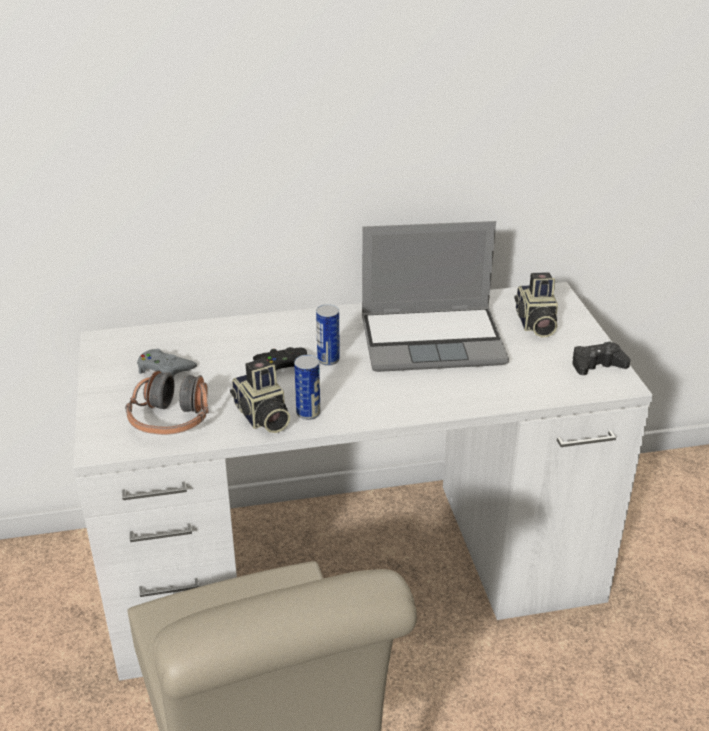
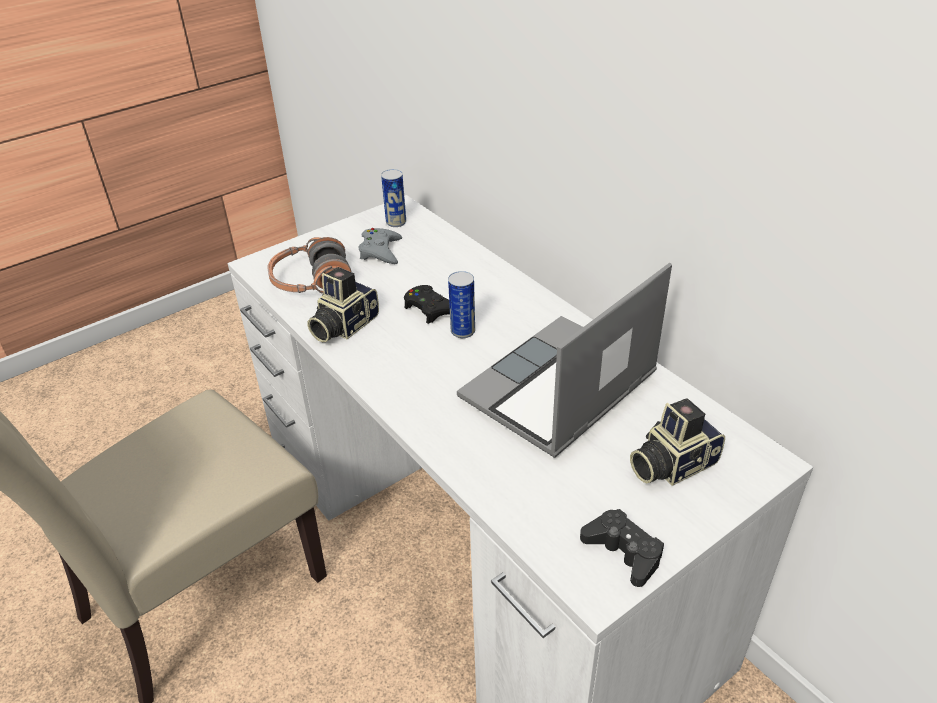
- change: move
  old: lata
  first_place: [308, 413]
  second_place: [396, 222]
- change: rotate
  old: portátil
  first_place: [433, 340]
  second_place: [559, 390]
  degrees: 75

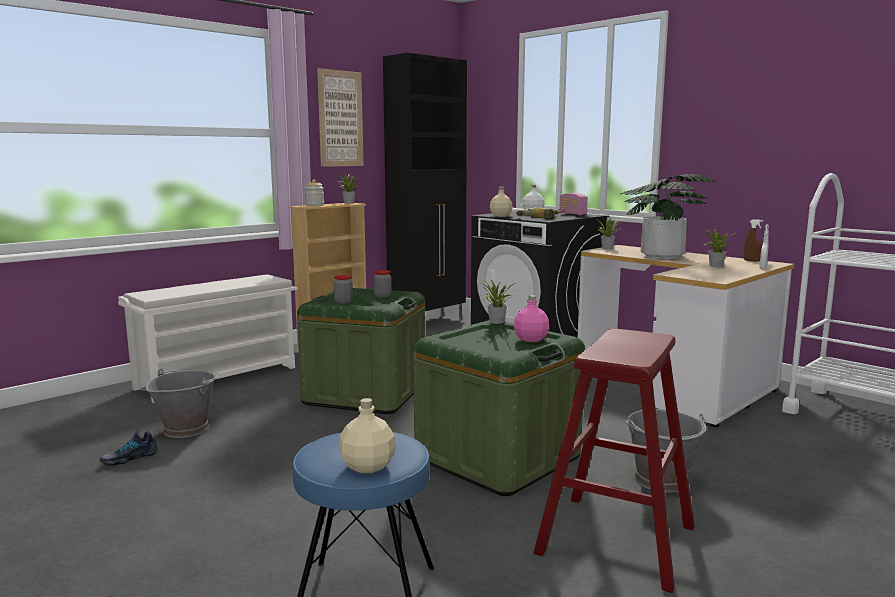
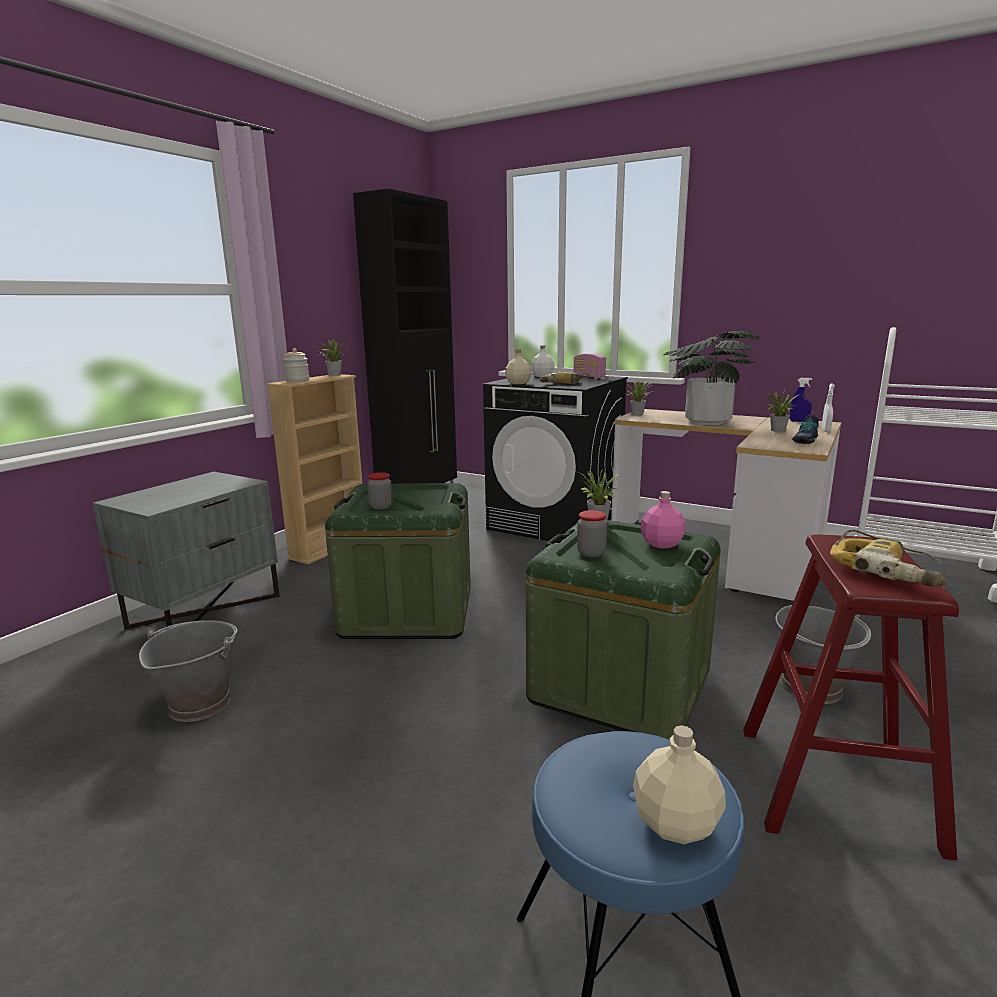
- change: move
  old: zapato
  first_place: [129, 458]
  second_place: [805, 440]
- change: replace
  old: zapatero [blanco]
  new: mesita de noche [gris]
  first_place: [218, 377]
  second_place: [205, 611]
- change: delete
  old: cuadro
  first_place: [340, 119]
- change: move
  old: tarro
  first_place: [382, 296]
  second_place: [591, 553]
- change: recolor
  old: pulverizador [marrón]
  new: pulverizador [azul]
  first_place: [752, 261]
  second_place: [799, 421]
- change: insert
  new: taladro
  second_place: [886, 569]

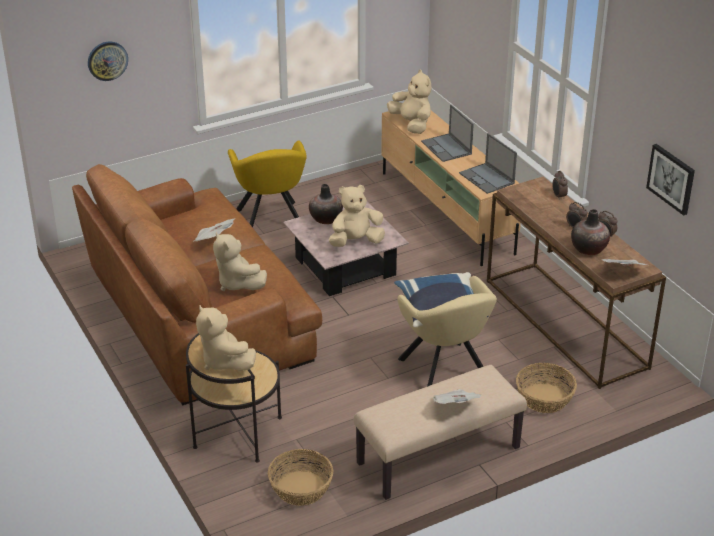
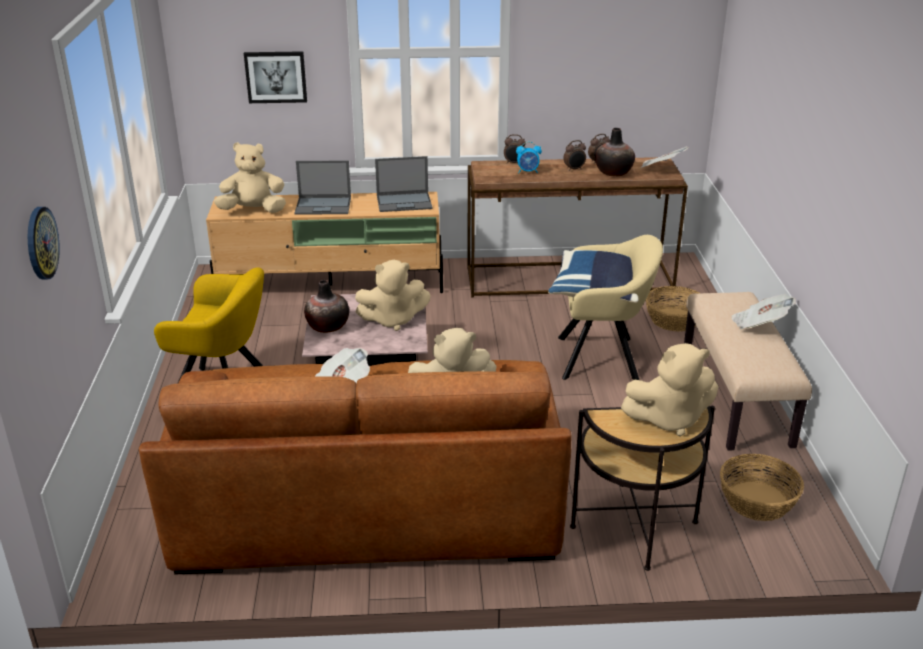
- change: rotate
  old: peluche [beis]
  first_place: [356, 242]
  second_place: [393, 320]
  degrees: -105
- change: move
  old: cuadro
  first_place: [671, 178]
  second_place: [276, 76]
- change: insert
  new: despertador
  second_place: [528, 172]

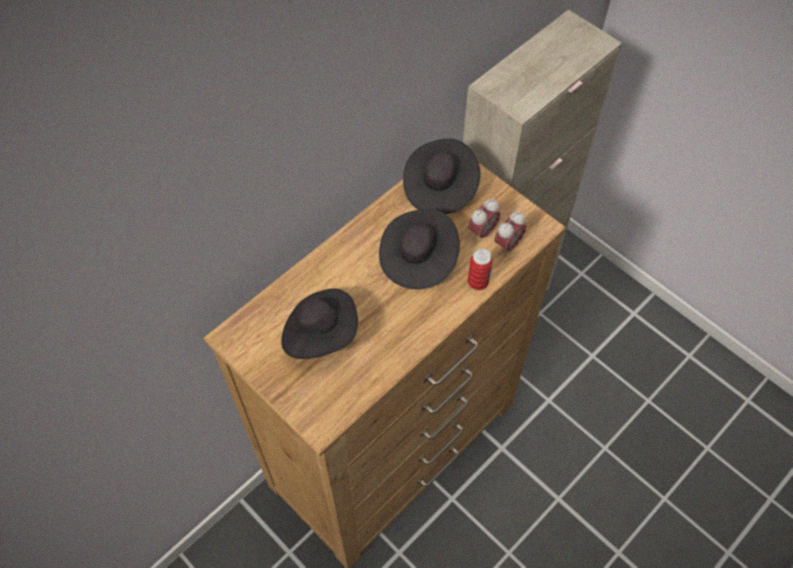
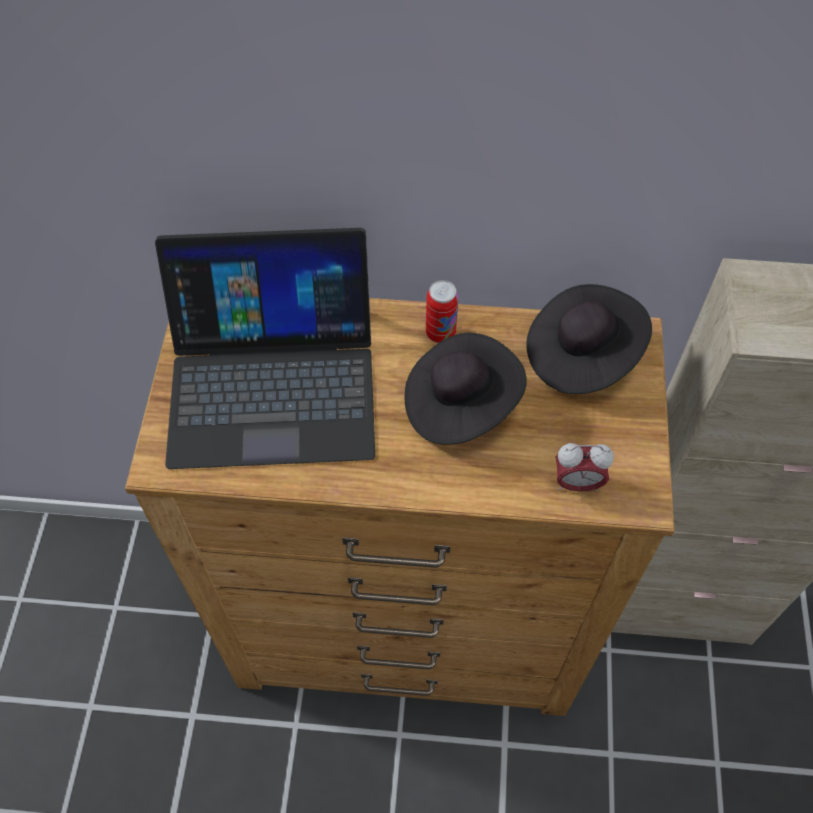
- change: replace
  old: sombrero [negro]
  new: portátil
  first_place: [320, 334]
  second_place: [273, 381]
- change: delete
  old: despertador
  first_place: [482, 232]
- change: move
  old: lata
  first_place: [478, 282]
  second_place: [440, 333]

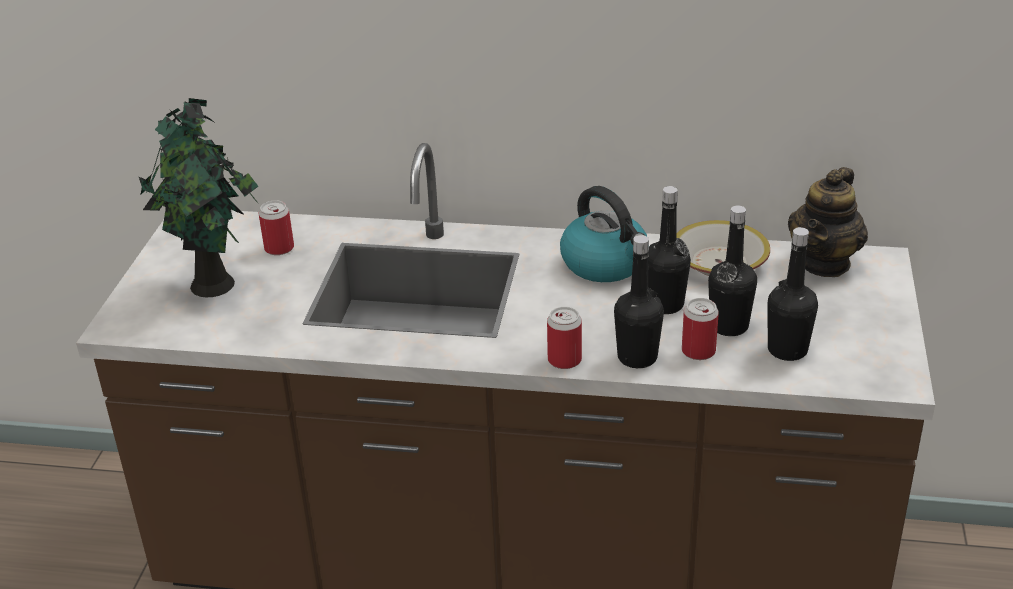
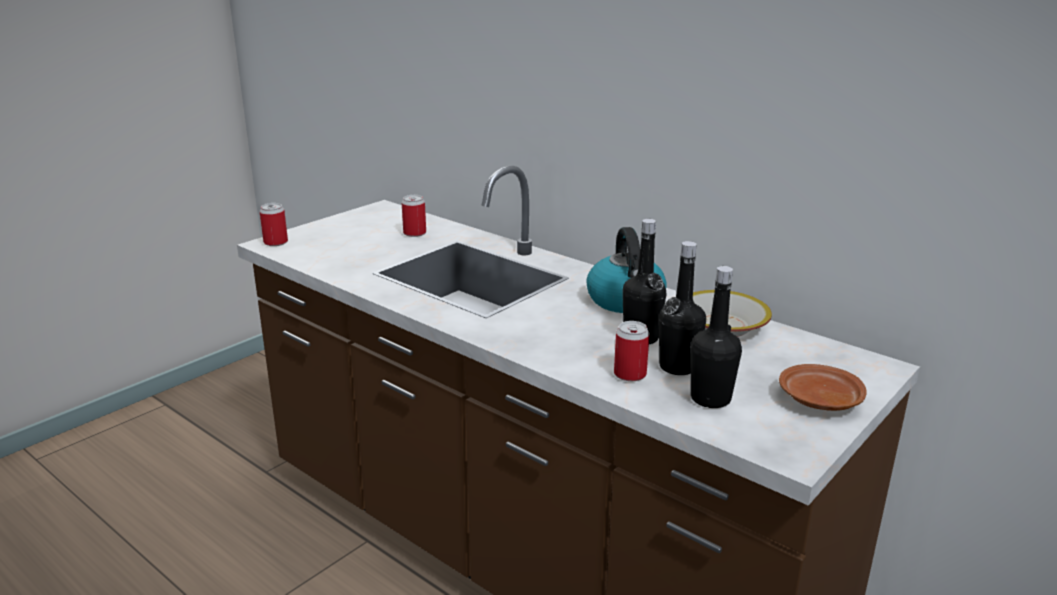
- change: delete
  old: planta en maceta
  first_place: [216, 286]
- change: move
  old: lata
  first_place: [564, 360]
  second_place: [276, 242]
- change: delete
  old: botella [negro]
  first_place: [637, 357]
- change: delete
  old: tetera
  first_place: [824, 262]
- change: insert
  new: plato [marrón]
  second_place: [819, 400]

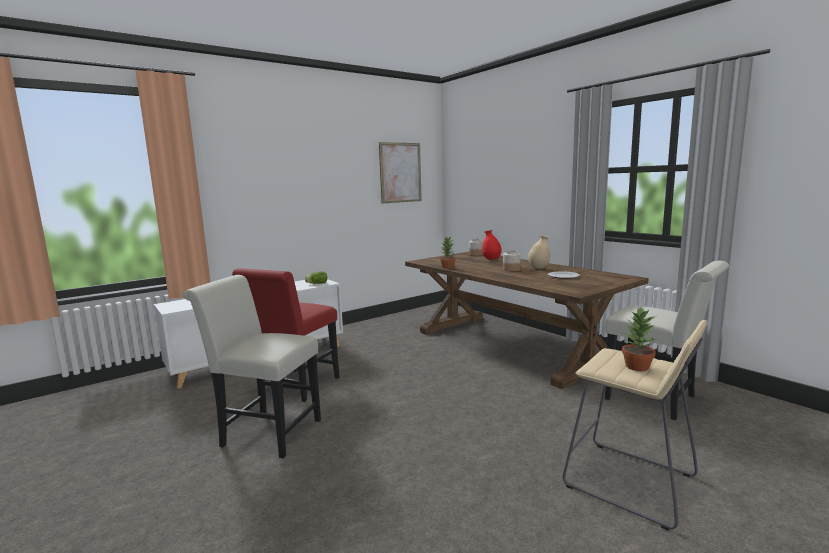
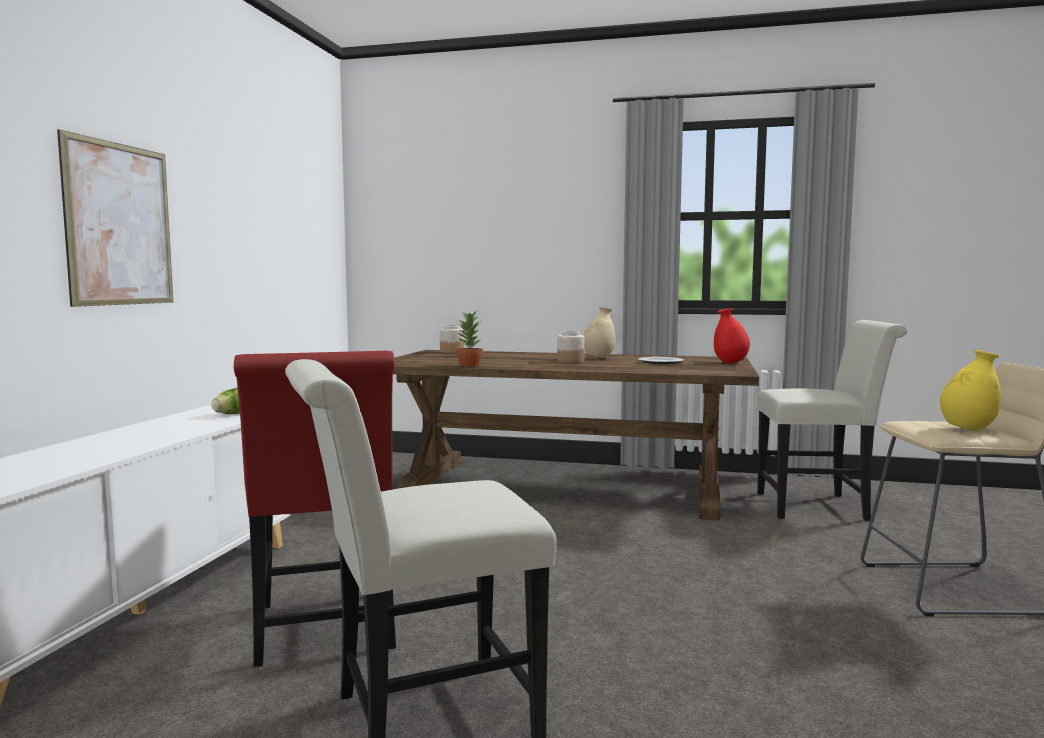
- change: move
  old: cuadro
  first_place: [400, 172]
  second_place: [120, 224]
- change: move
  old: florero [rojo]
  first_place: [491, 259]
  second_place: [730, 362]
- change: replace
  old: planta en maceta
  new: florero [amarillo]
  first_place: [637, 367]
  second_place: [968, 429]

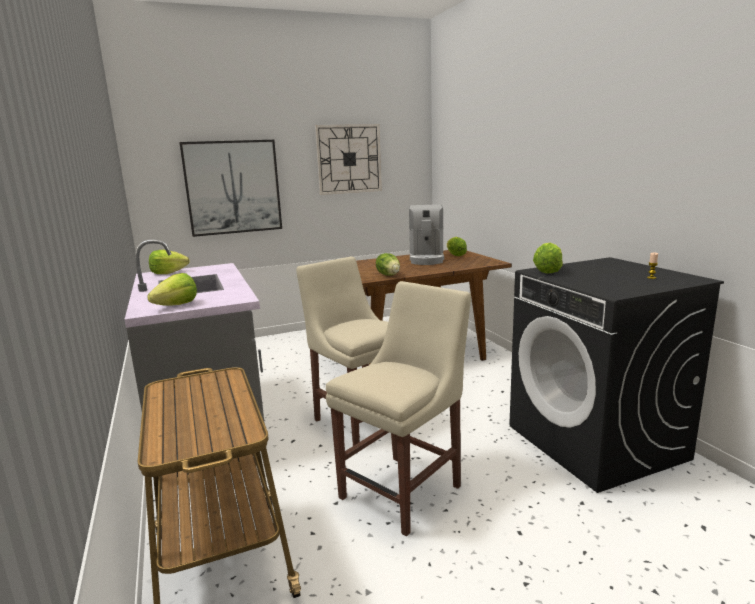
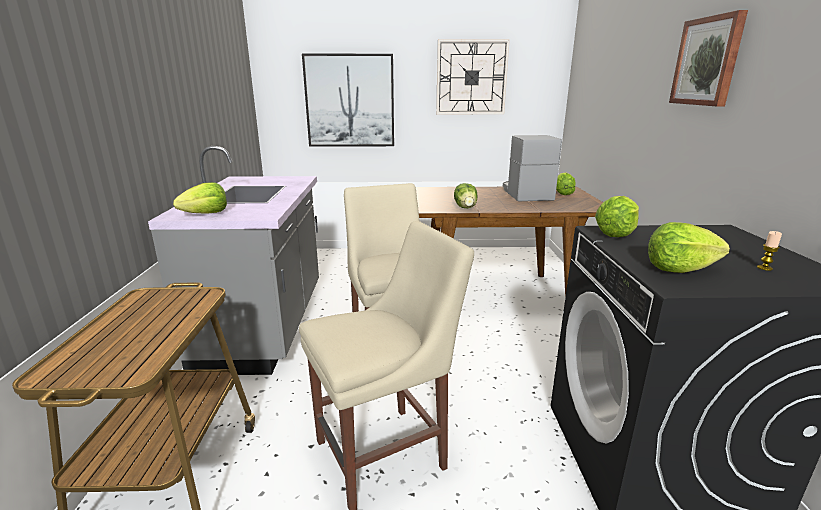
- change: move
  old: lechuga
  first_place: [168, 273]
  second_place: [679, 269]
- change: rotate
  old: cafetera
  first_place: [426, 259]
  second_place: [526, 194]
  degrees: 150
- change: insert
  new: cuadro
  second_place: [707, 61]

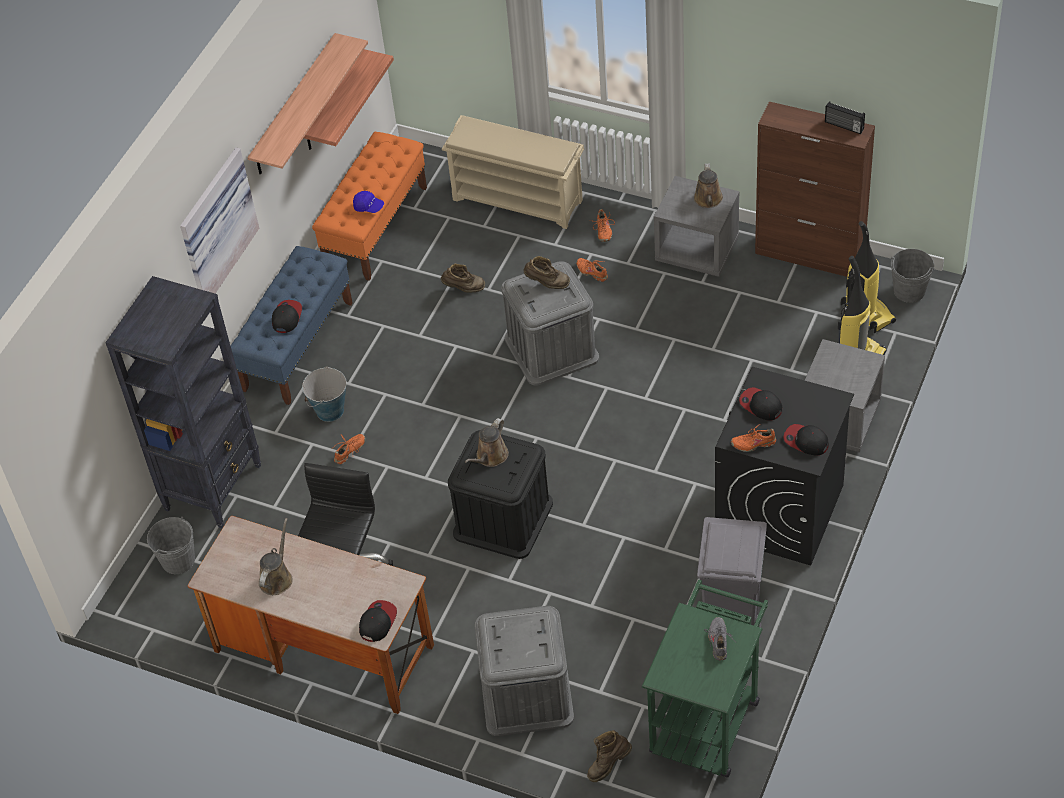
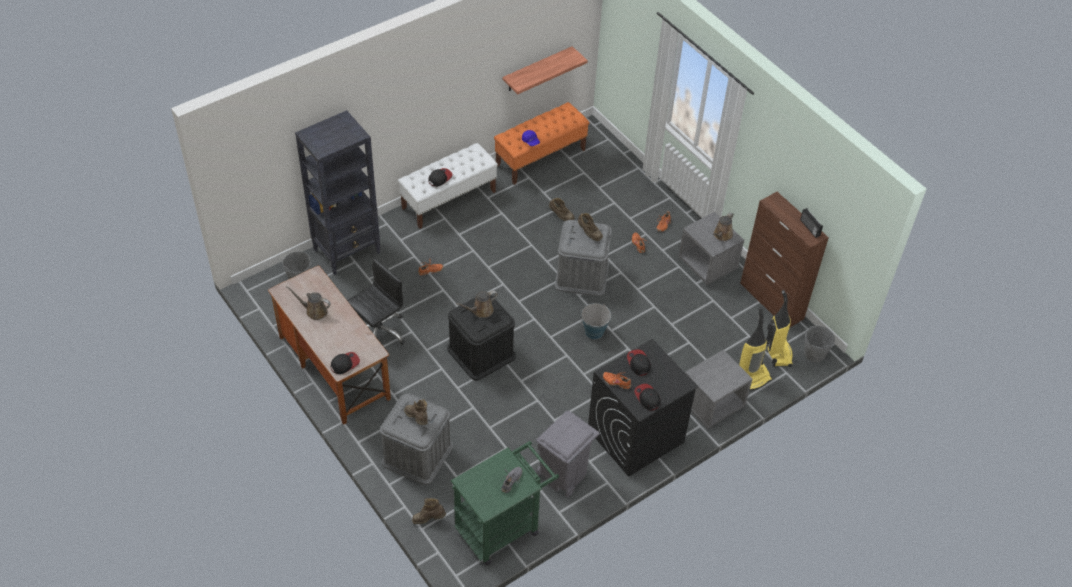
- change: delete
  old: cuadro
  first_place: [215, 225]
- change: recolor
  old: banco [azul]
  new: banco [blanco]
  first_place: [298, 346]
  second_place: [449, 200]
- change: delete
  old: estante
  first_place: [294, 106]
- change: rotate
  old: regadera [marrón]
  first_place: [277, 578]
  second_place: [314, 311]
  degrees: -120
- change: move
  old: cubo
  first_place: [330, 411]
  second_place: [594, 332]
- change: delete
  old: zapatero [beis]
  first_place: [519, 200]
- change: insert
  new: bota [marrón]
  second_place: [417, 419]

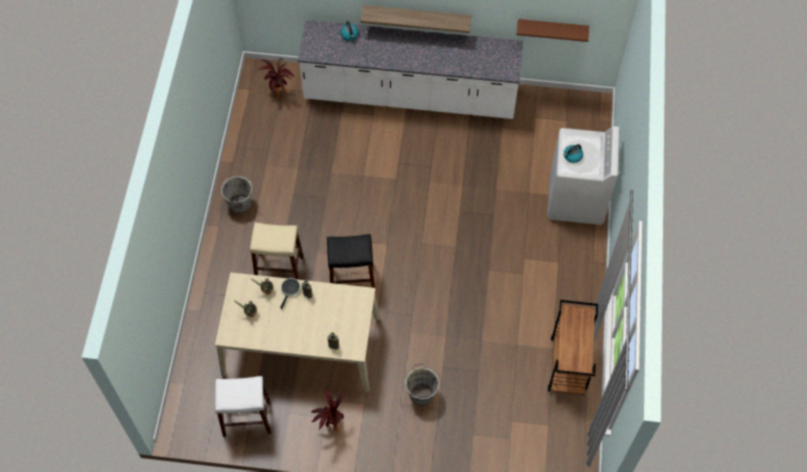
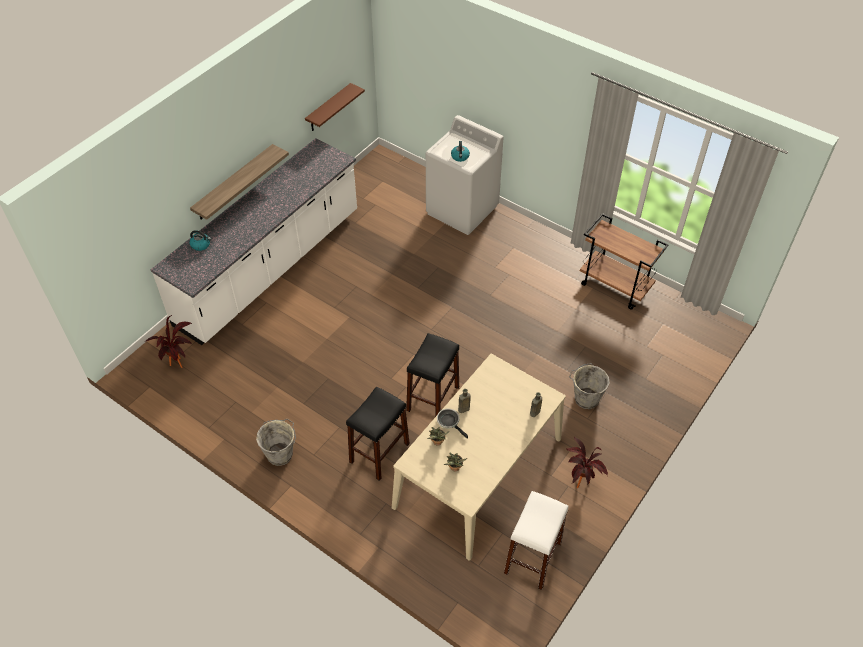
- change: recolor
  old: taburete [beis]
  new: taburete [negro]
  first_place: [279, 268]
  second_place: [379, 452]

